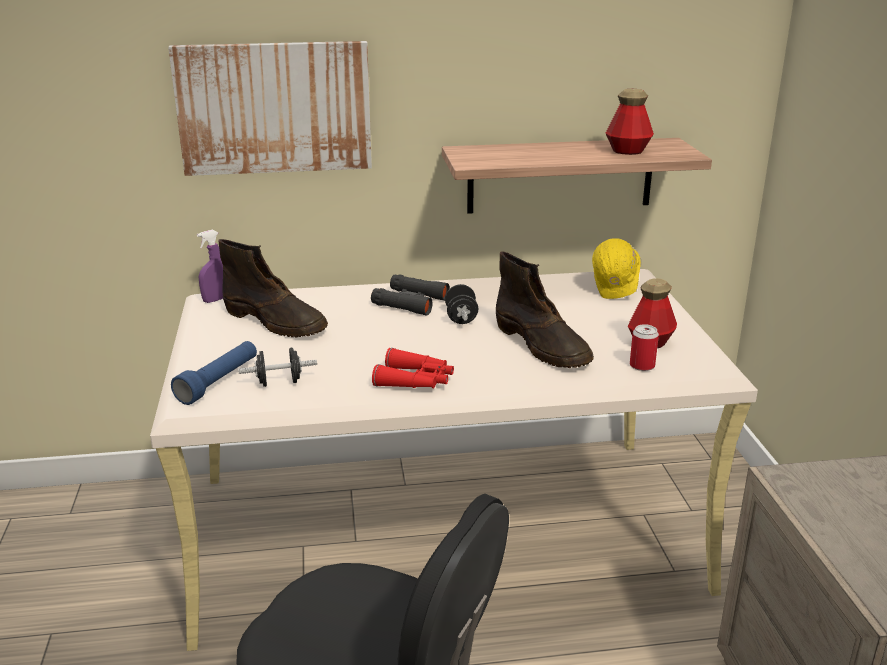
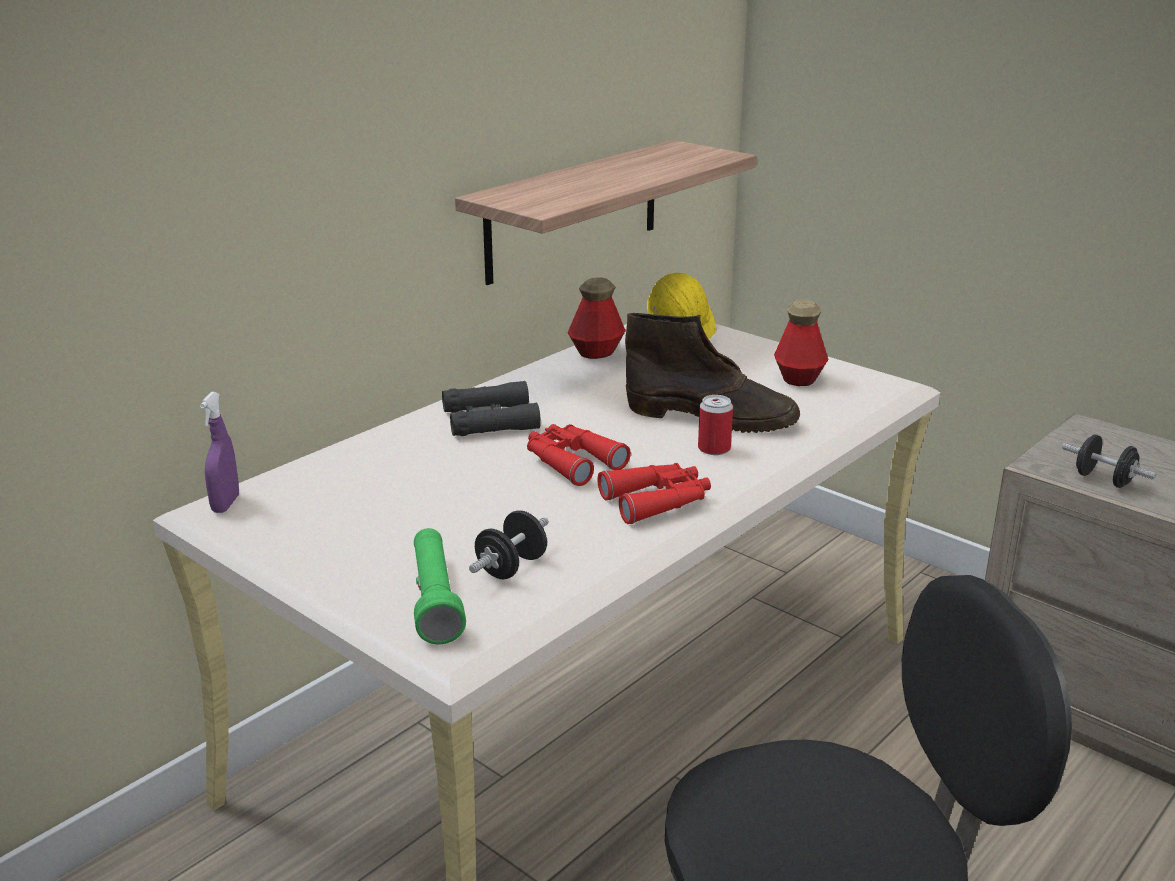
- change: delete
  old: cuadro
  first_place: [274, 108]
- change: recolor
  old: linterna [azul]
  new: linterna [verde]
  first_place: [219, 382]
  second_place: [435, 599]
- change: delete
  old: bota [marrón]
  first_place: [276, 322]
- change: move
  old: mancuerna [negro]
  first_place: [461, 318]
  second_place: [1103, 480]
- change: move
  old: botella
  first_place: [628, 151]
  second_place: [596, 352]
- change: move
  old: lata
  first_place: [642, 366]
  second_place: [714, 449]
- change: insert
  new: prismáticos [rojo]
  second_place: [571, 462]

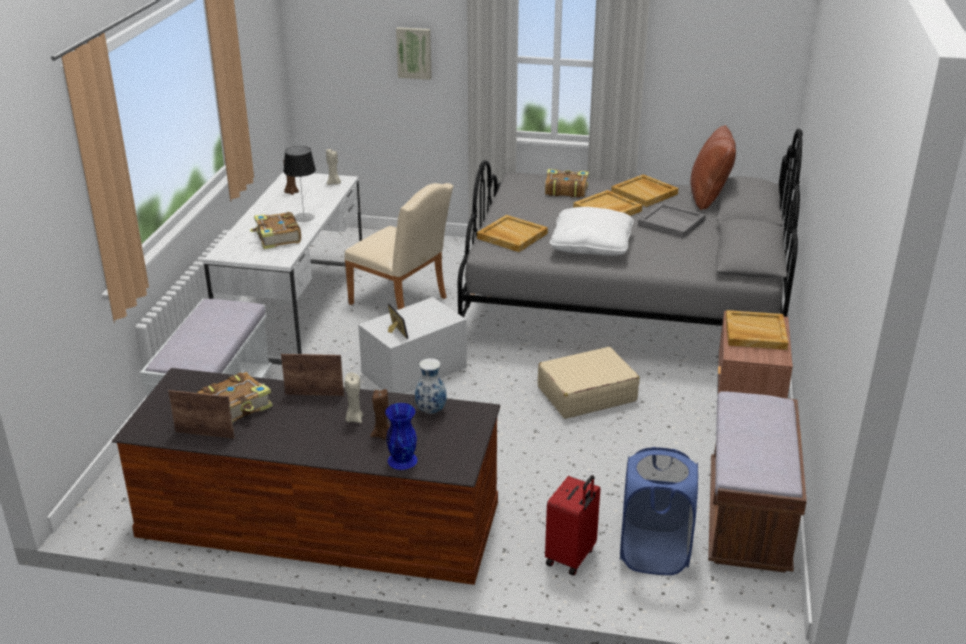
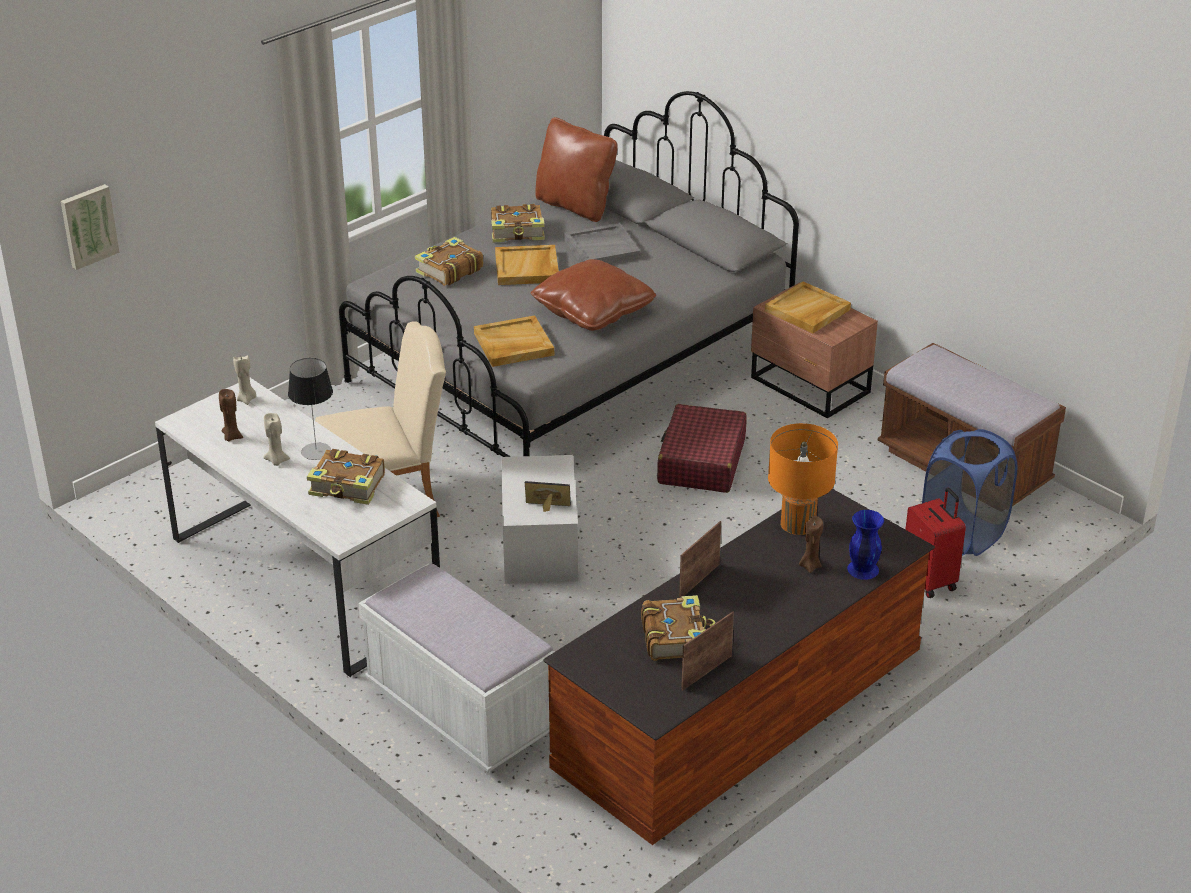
- change: move
  old: vela [beis]
  first_place: [354, 419]
  second_place: [276, 461]
- change: move
  old: cuadro
  first_place: [414, 53]
  second_place: [88, 225]
- change: replace
  old: florero
  new: lámpara de mesa [naranja]
  first_place: [431, 411]
  second_place: [798, 524]
- change: recolor
  old: maleta [beis]
  new: maleta [rojo]
  first_place: [586, 394]
  second_place: [701, 462]
- change: recolor
  old: cojín [blanco]
  new: cojín [marrón]
  first_place: [591, 246]
  second_place: [593, 311]
- change: replace
  old: bandeja [beis]
  new: libro
  first_place: [645, 193]
  second_place: [518, 232]

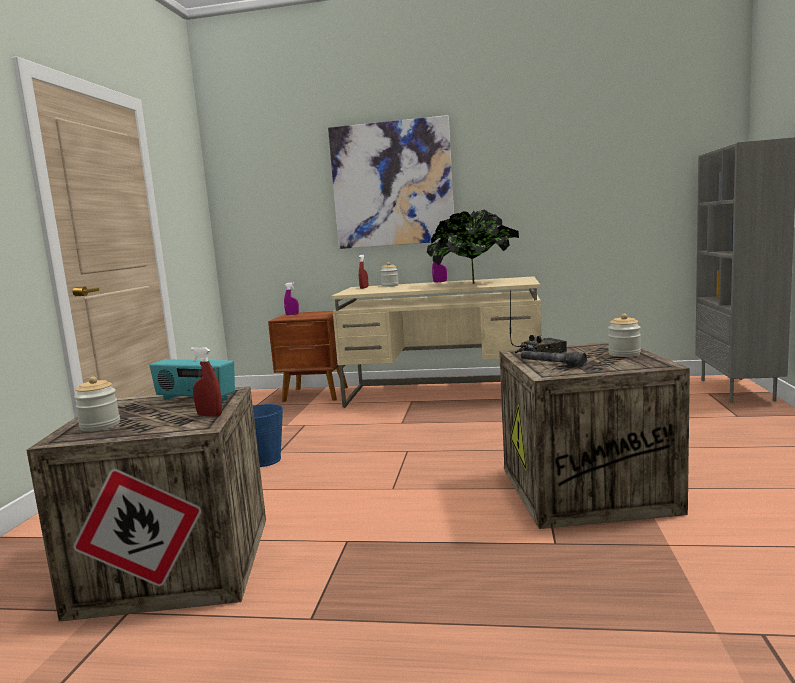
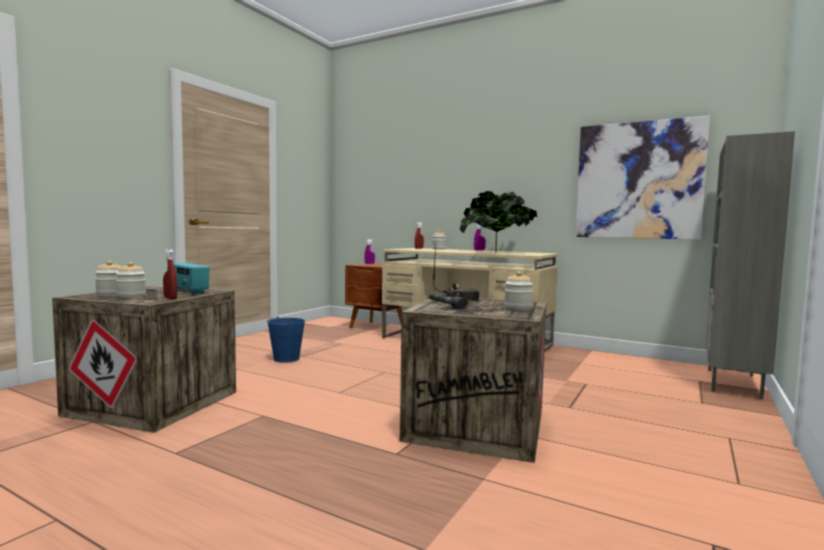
- change: move
  old: cuadro
  first_place: [392, 184]
  second_place: [638, 180]
- change: insert
  new: tarro
  second_place: [131, 296]

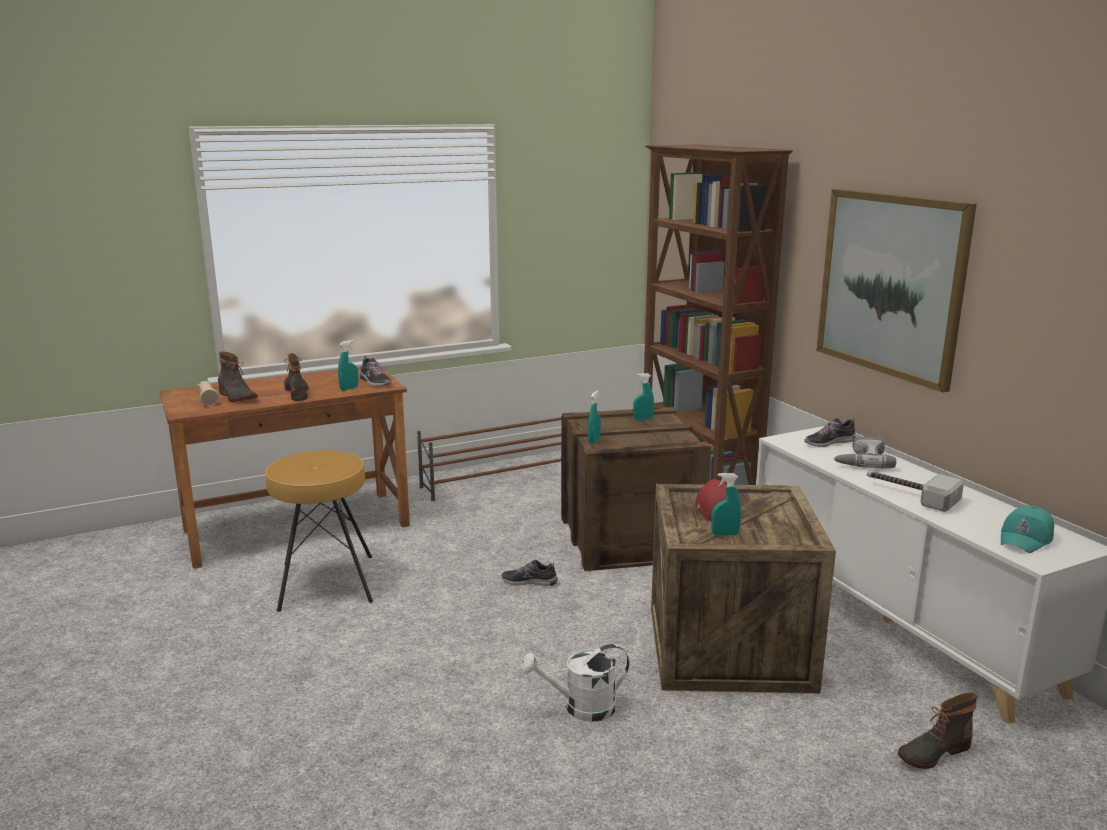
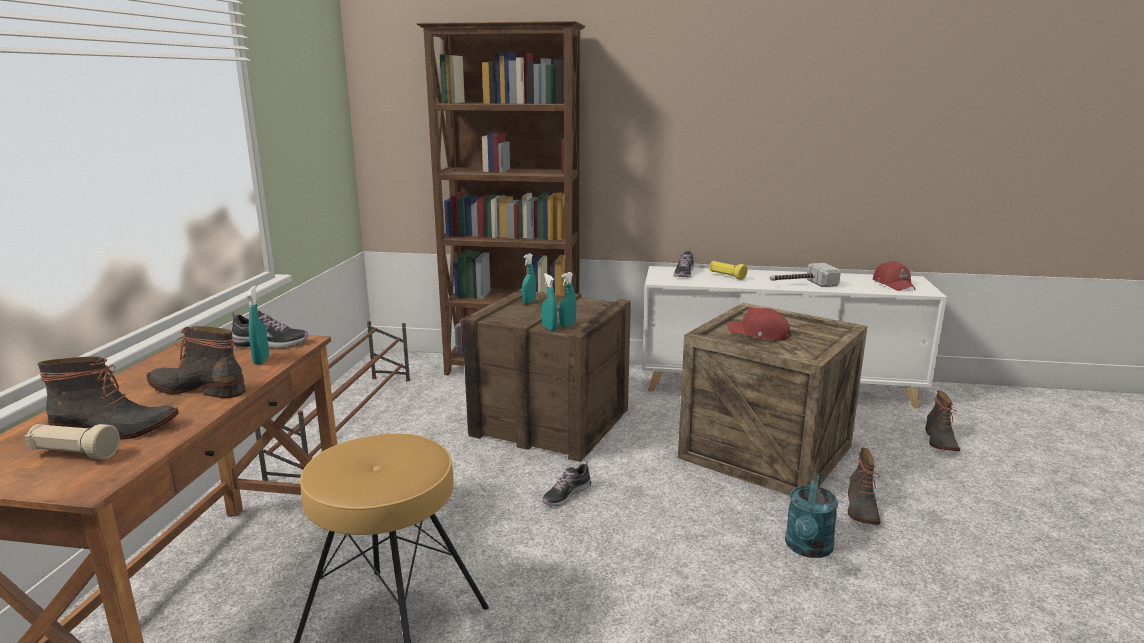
- change: recolor
  old: regadera [blanco]
  new: regadera [turquesa]
  first_place: [580, 708]
  second_place: [808, 549]
- change: move
  old: pulverizador [turquesa]
  first_place: [725, 534]
  second_place: [567, 325]
- change: delete
  old: cuadro
  first_place: [891, 285]
- change: replace
  old: taladro
  new: linterna [amarillo]
  first_place: [860, 460]
  second_place: [726, 276]
- change: recolor
  old: gorra [turquesa]
  new: gorra [rojo]
  first_place: [1026, 539]
  second_place: [893, 284]
- change: insert
  new: bota
  second_place: [860, 508]

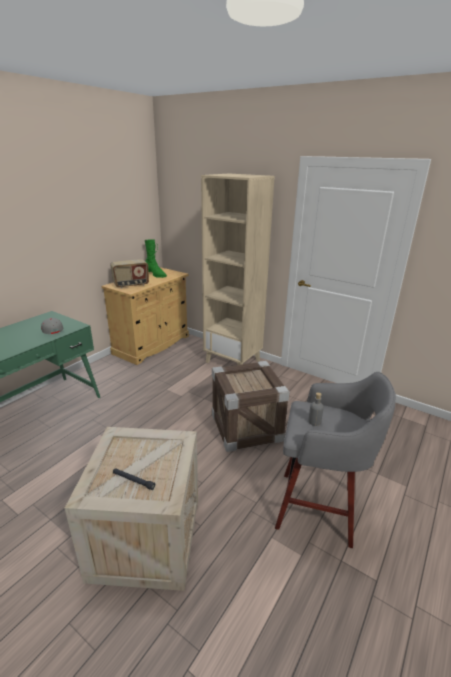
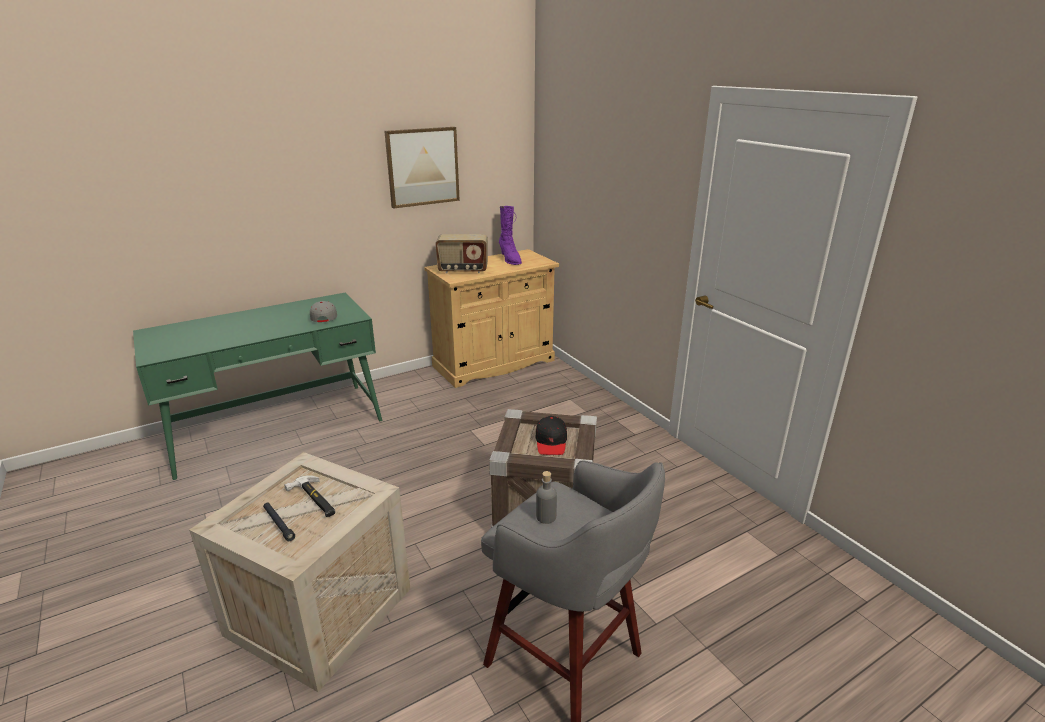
- change: recolor
  old: bota [verde]
  new: bota [morado]
  first_place: [155, 275]
  second_place: [510, 259]
- change: delete
  old: estantería [beis]
  first_place: [233, 361]
- change: insert
  new: martillo
  second_place: [314, 499]
- change: insert
  new: cuadro
  second_place: [422, 167]
- change: insert
  new: gorra [negro]
  second_place: [551, 442]

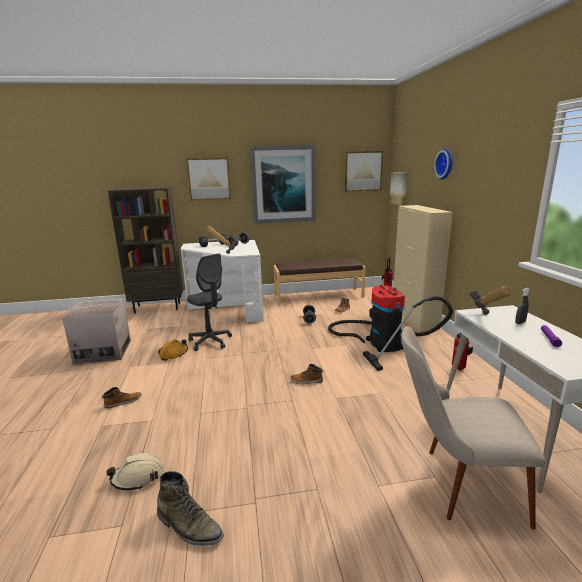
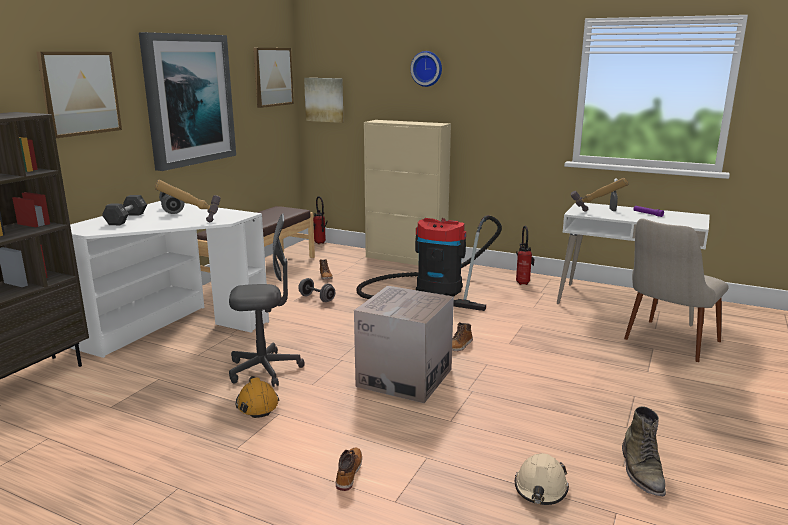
- change: move
  old: caja de cartón
  first_place: [103, 352]
  second_place: [404, 377]
- change: rotate
  old: bota [verde]
  first_place: [189, 526]
  second_place: [642, 471]
  degrees: 120

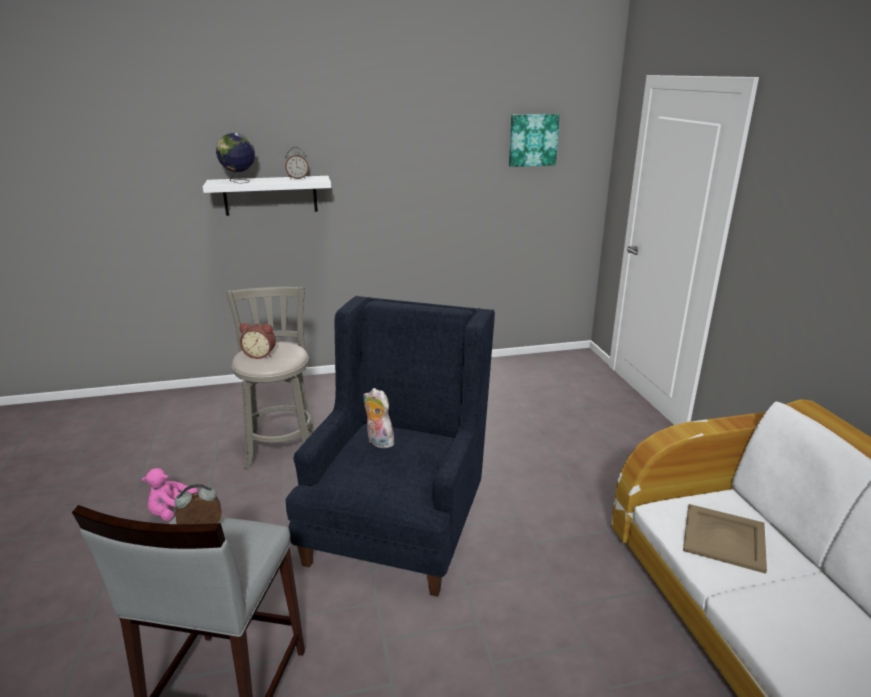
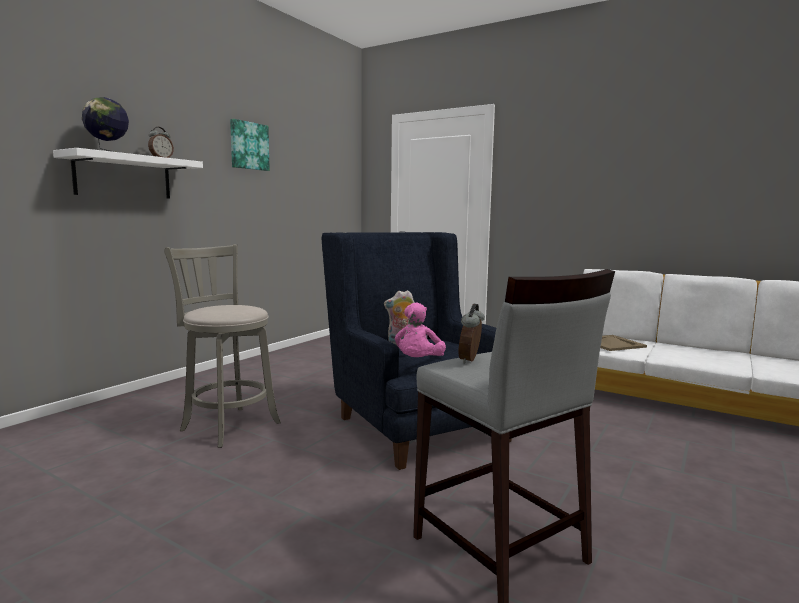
- change: move
  old: peluche [rosa]
  first_place: [174, 514]
  second_place: [418, 362]
- change: delete
  old: despertador
  first_place: [260, 355]
- change: move
  old: cuadro
  first_place: [533, 140]
  second_place: [248, 146]

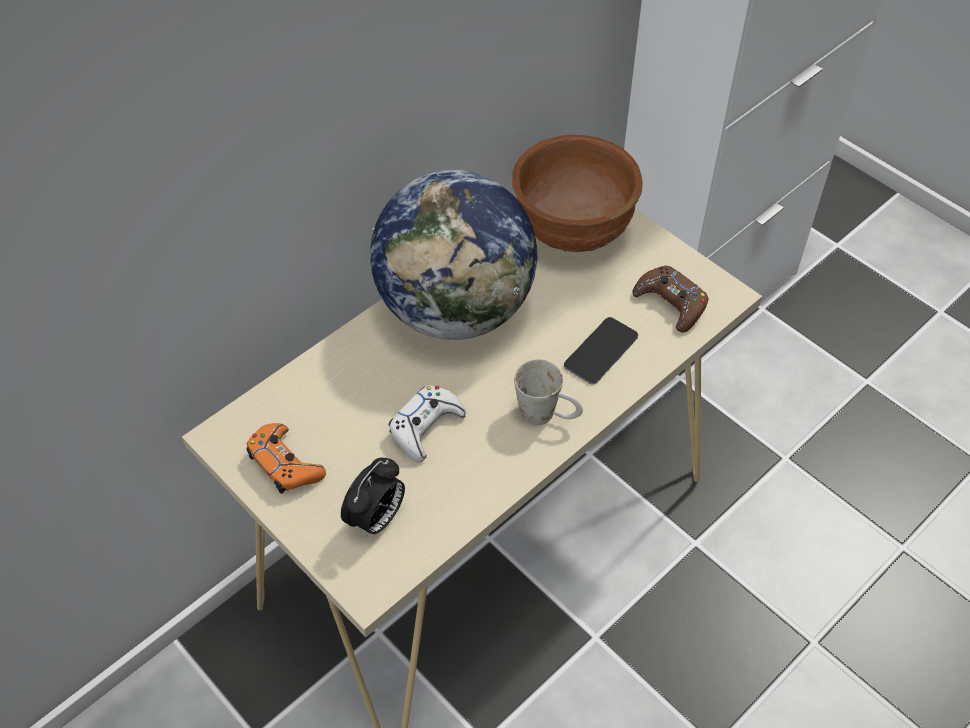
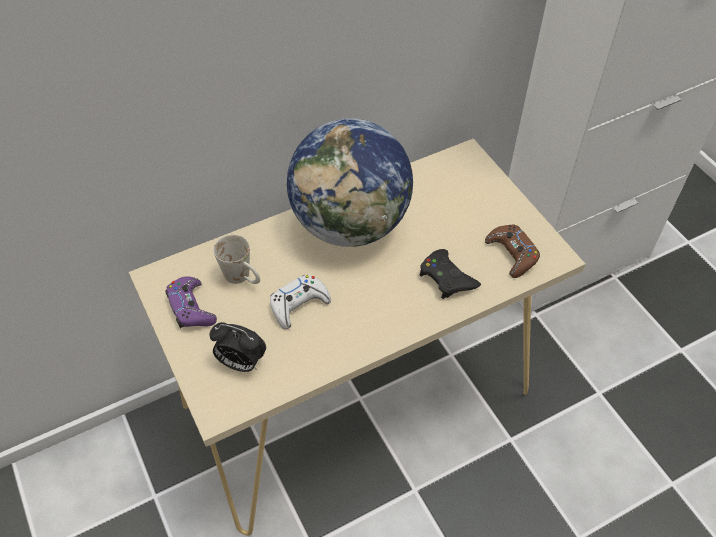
- change: recolor
  old: mando de consola [naranja]
  new: mando de consola [morado]
  first_place: [285, 464]
  second_place: [191, 308]
- change: rotate
  old: despertador
  first_place: [377, 519]
  second_place: [240, 363]
  degrees: 60
- change: delete
  old: cuenco [marrón]
  first_place: [572, 230]
- change: move
  old: taza grande [blanco]
  first_place: [548, 415]
  second_place: [243, 278]
- change: replace
  old: móvil
  new: mando de consola [negro]
  first_place: [601, 351]
  second_place: [446, 278]

